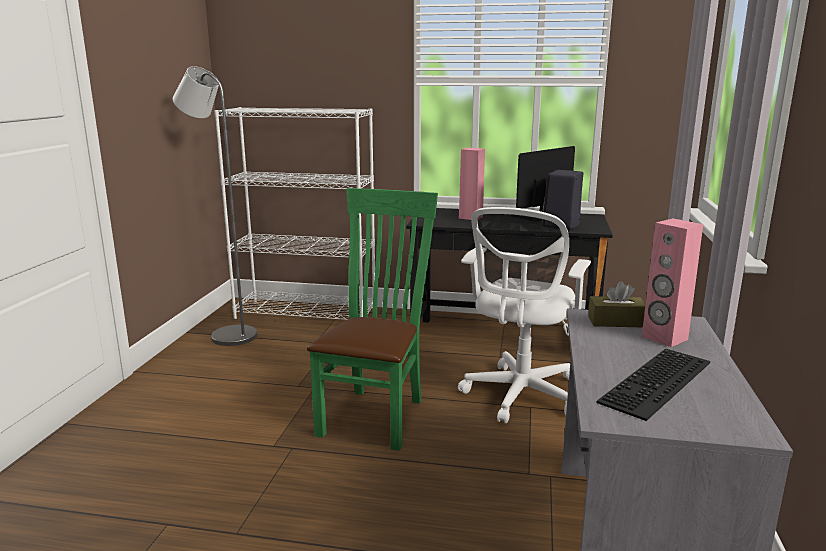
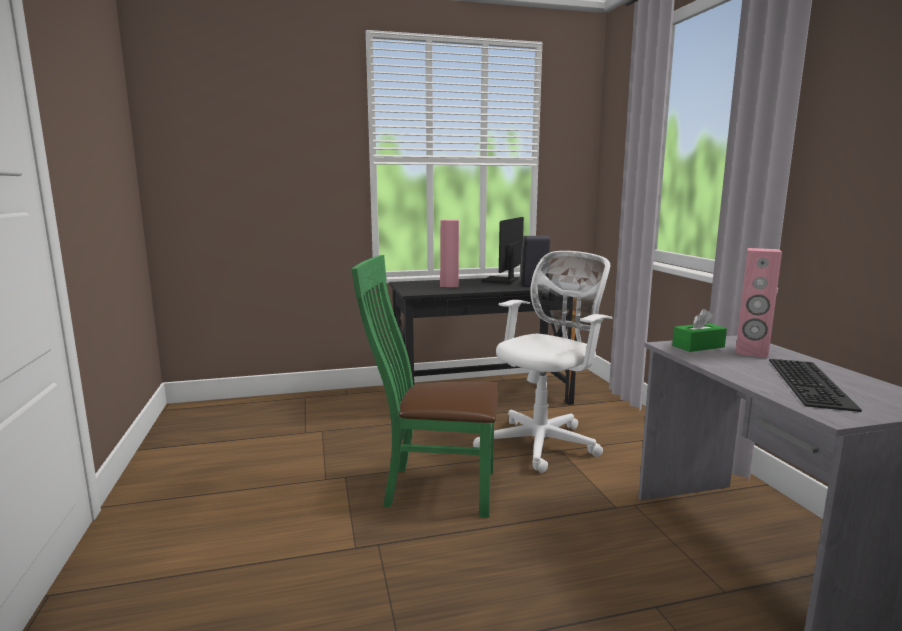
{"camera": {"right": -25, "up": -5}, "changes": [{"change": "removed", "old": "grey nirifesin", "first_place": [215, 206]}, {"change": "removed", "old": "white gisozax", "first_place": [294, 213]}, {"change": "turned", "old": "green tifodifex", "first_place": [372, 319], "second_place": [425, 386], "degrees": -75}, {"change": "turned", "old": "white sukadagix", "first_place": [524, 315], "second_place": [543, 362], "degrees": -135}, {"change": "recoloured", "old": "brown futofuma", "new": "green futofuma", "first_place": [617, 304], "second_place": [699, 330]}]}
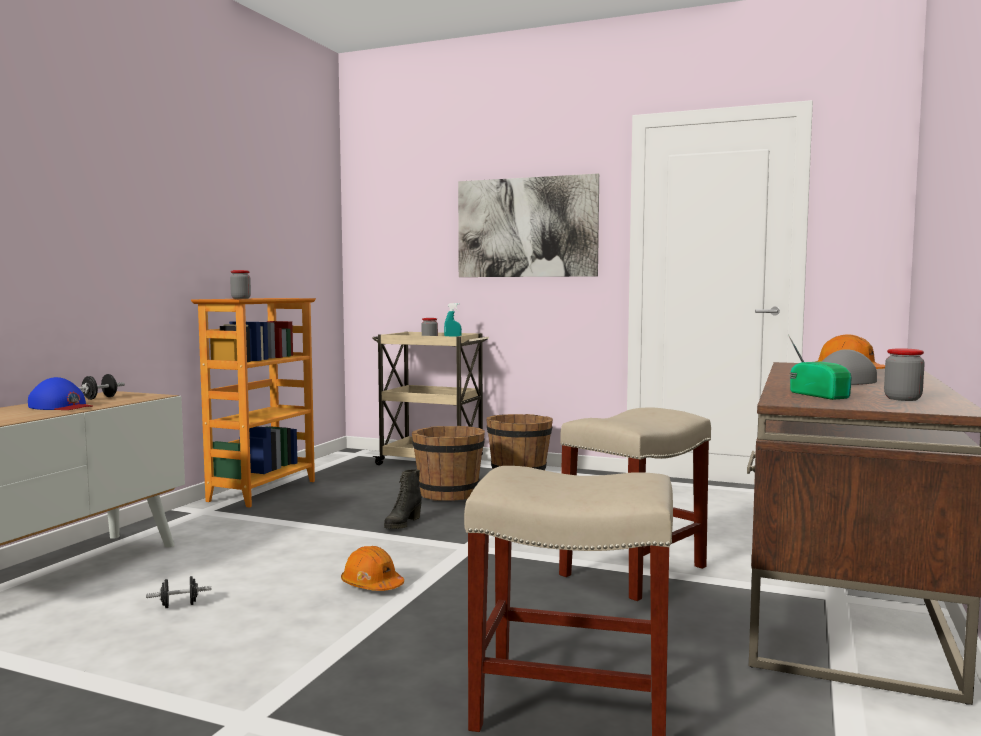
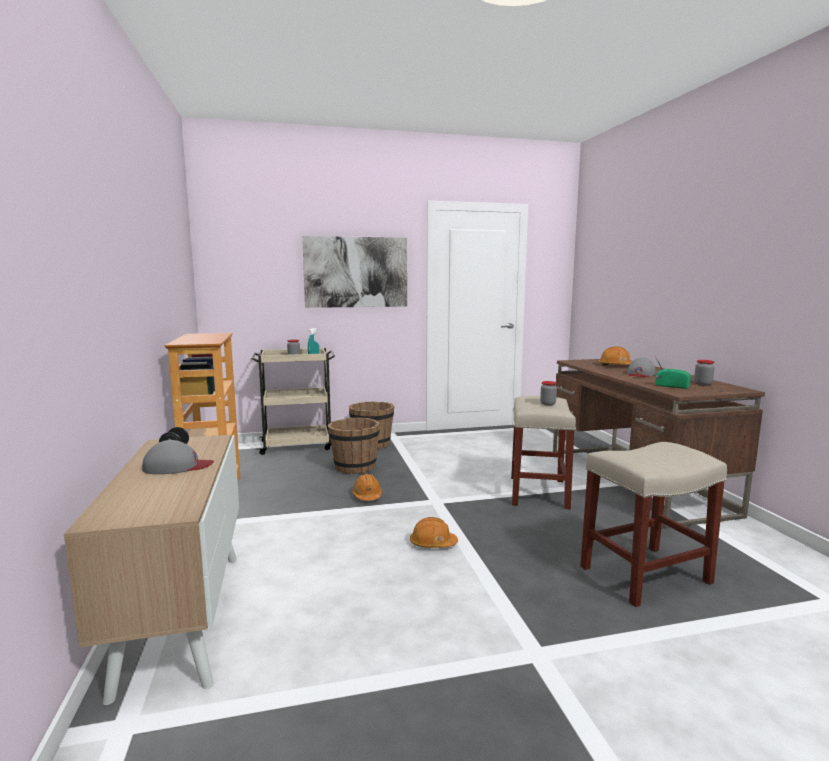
{"camera": {"right": -35, "up": 5}, "changes": [{"change": "recoloured", "old": "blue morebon", "new": "grey morebon", "first_place": [60, 393], "second_place": [178, 457]}, {"change": "removed", "old": "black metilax", "first_place": [178, 592]}, {"change": "moved", "old": "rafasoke", "first_place": [240, 284], "second_place": [548, 393]}, {"change": "replaced", "old": "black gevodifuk", "new": "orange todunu", "first_place": [403, 499], "second_place": [367, 487]}]}
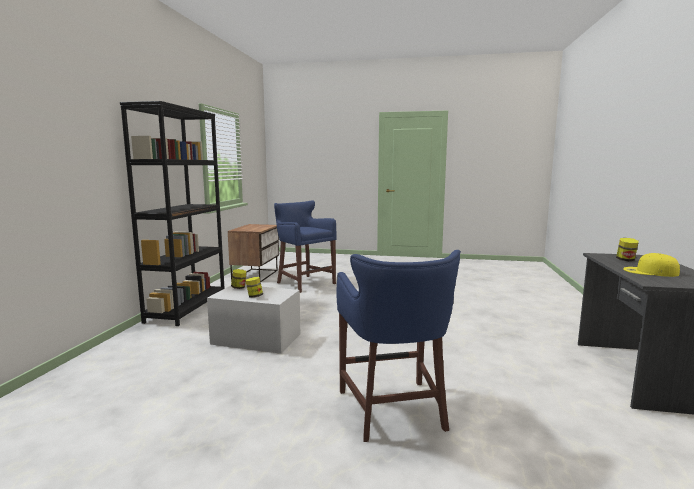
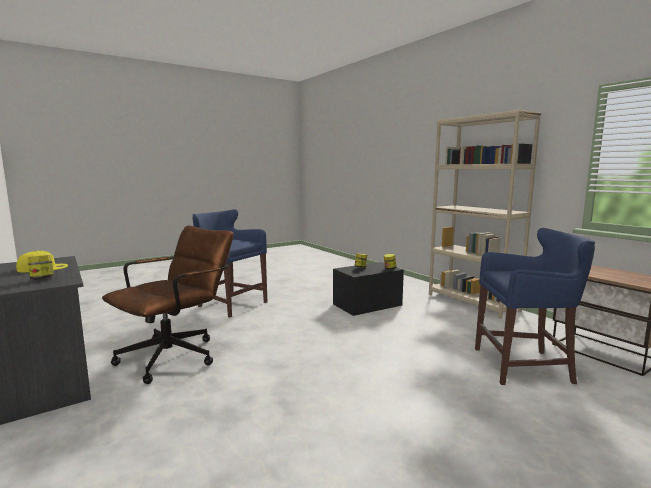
{"camera": {"right": 135, "up": 0}, "changes": [{"change": "recoloured", "old": "black gisozax", "new": "beige gisozax", "first_place": [172, 213], "second_place": [485, 214]}, {"change": "recoloured", "old": "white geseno", "new": "black geseno", "first_place": [253, 319], "second_place": [368, 289]}, {"change": "added", "new": "brown sukadagix", "second_place": [167, 305]}]}
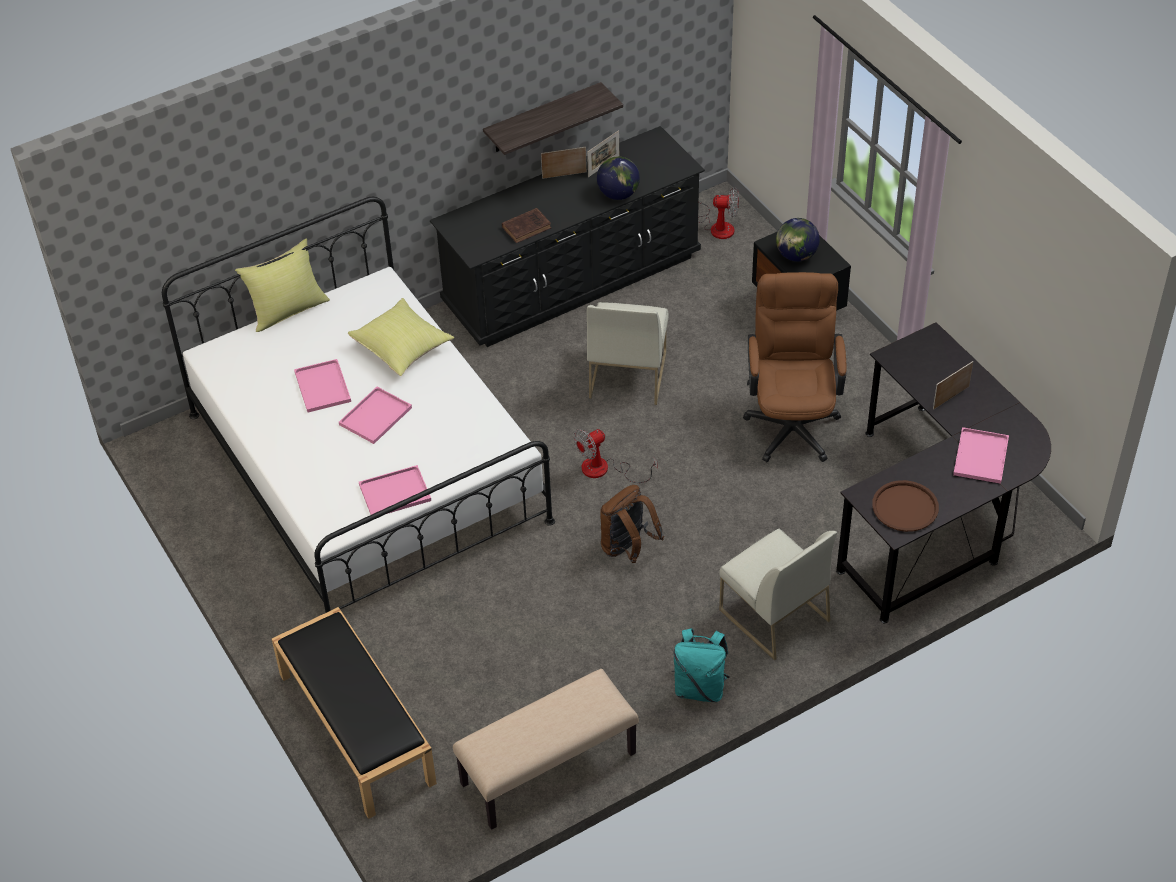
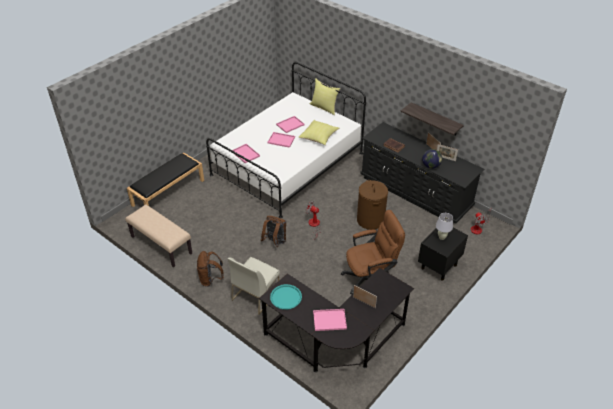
{"camera": {"right": 70, "up": -5}, "changes": [{"change": "replaced", "old": "white tifodifex", "new": "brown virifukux", "first_place": [628, 353], "second_place": [372, 205]}, {"change": "recoloured", "old": "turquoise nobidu", "new": "brown nobidu", "first_place": [701, 665], "second_place": [210, 269]}, {"change": "replaced", "old": "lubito", "new": "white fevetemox", "first_place": [798, 240], "second_place": [444, 226]}, {"change": "recoloured", "old": "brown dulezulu", "new": "turquoise dulezulu", "first_place": [905, 506], "second_place": [286, 297]}]}
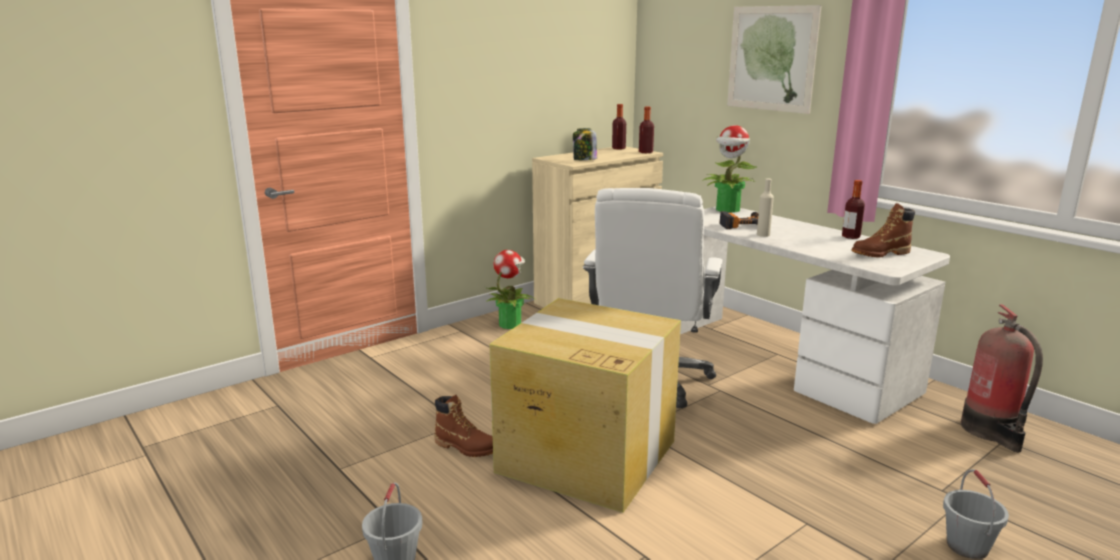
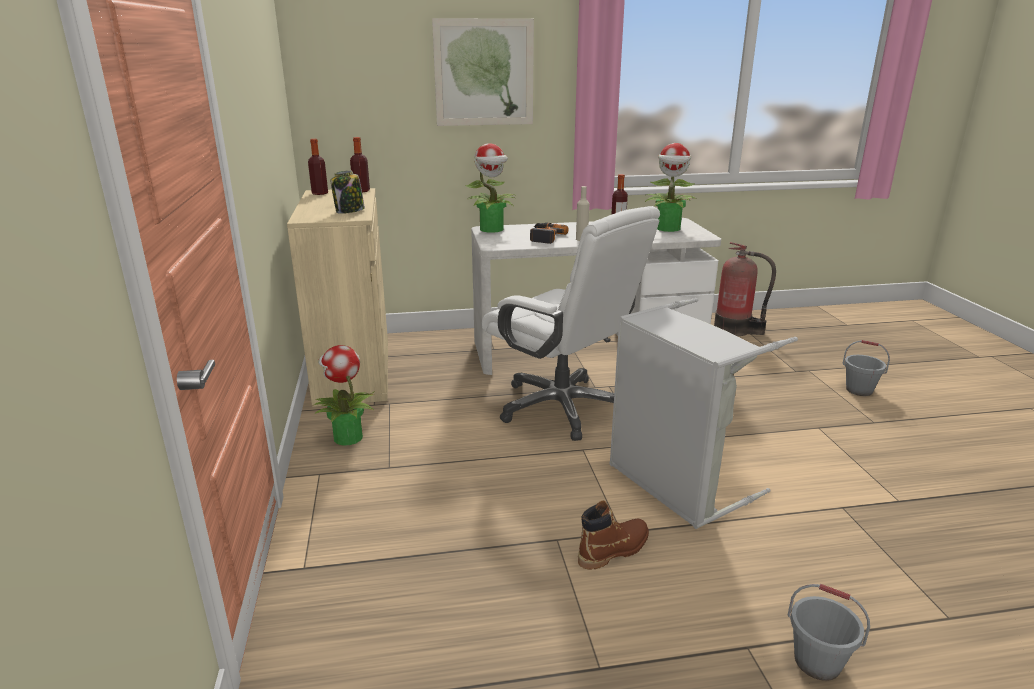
{"camera": {"right": -60, "up": 5}, "changes": [{"change": "replaced", "old": "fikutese", "new": "grey virifukux", "first_place": [585, 405], "second_place": [703, 413]}, {"change": "replaced", "old": "brown gevodifuk", "new": "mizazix", "first_place": [883, 230], "second_place": [670, 187]}]}
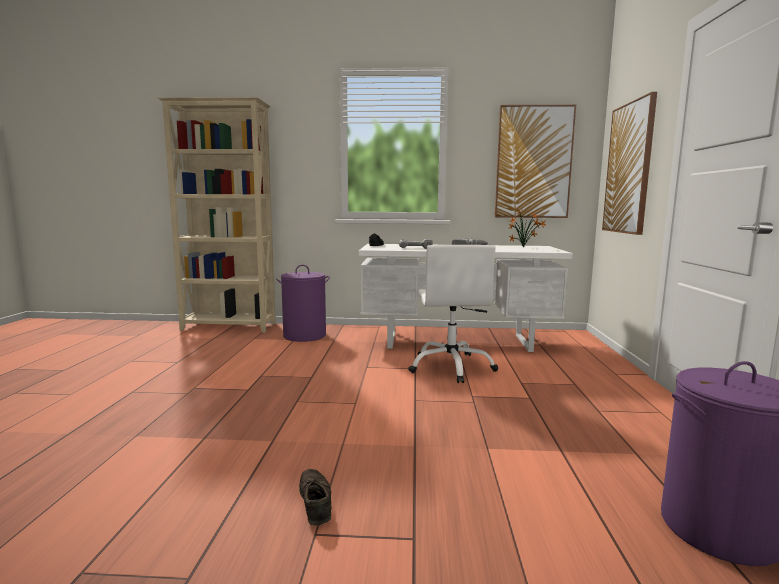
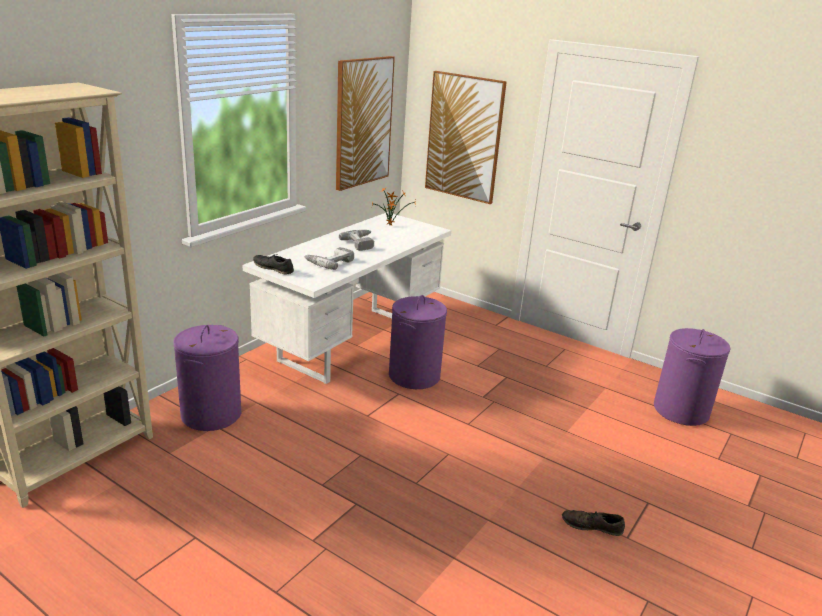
{"camera": {"right": -60, "up": 15}, "changes": [{"change": "replaced", "old": "white sukadagix", "new": "purple virifukux", "first_place": [453, 314], "second_place": [418, 342]}]}
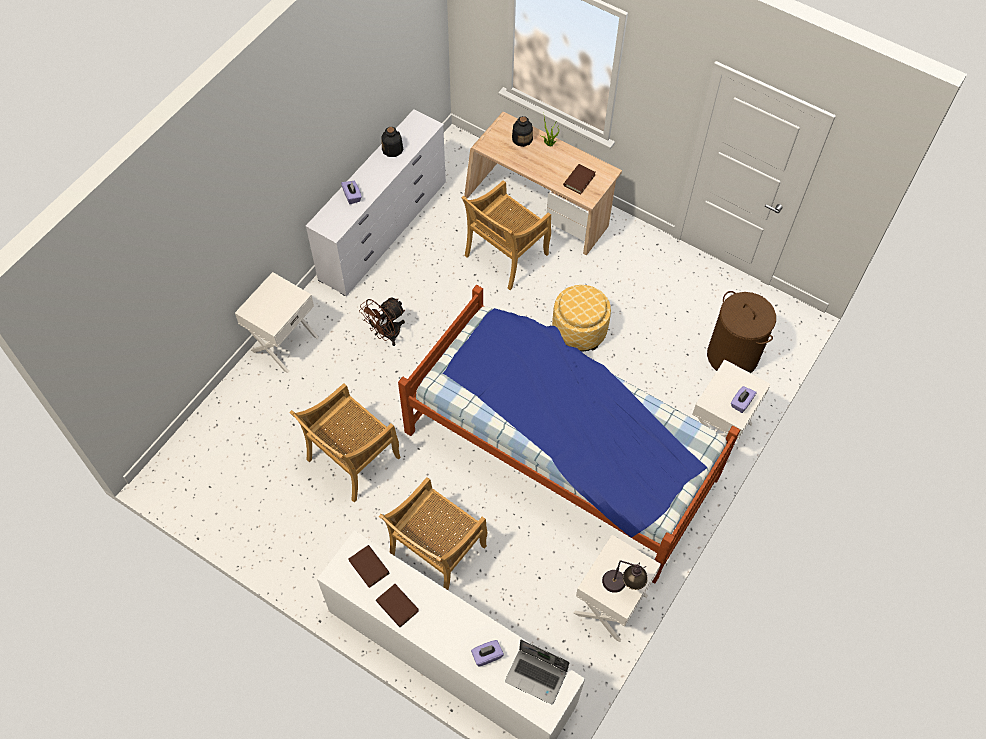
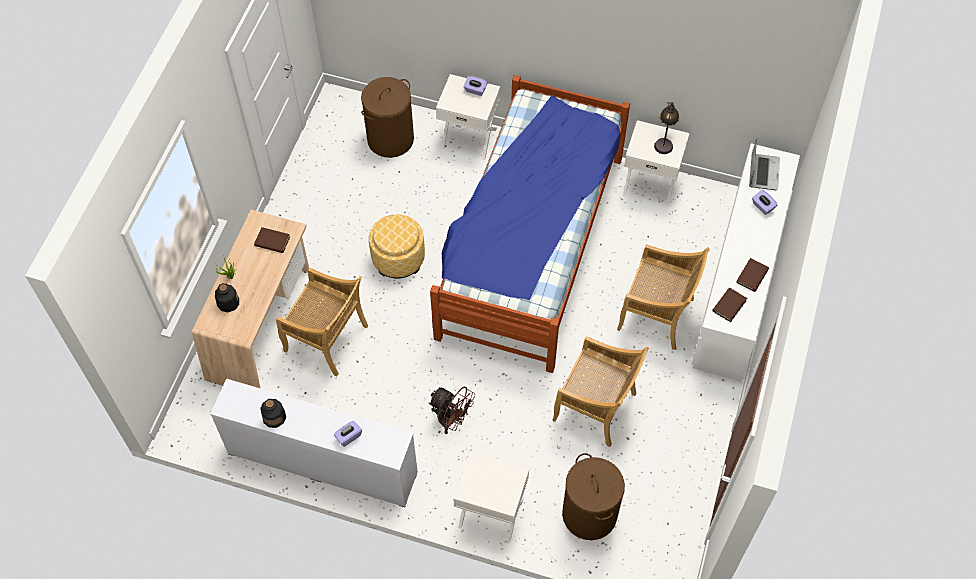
{"camera": {"right": -105, "up": 0}, "changes": [{"change": "added", "new": "brown virifukux", "second_place": [593, 496]}]}
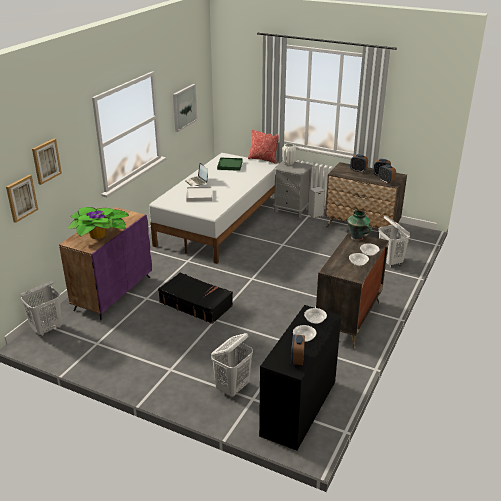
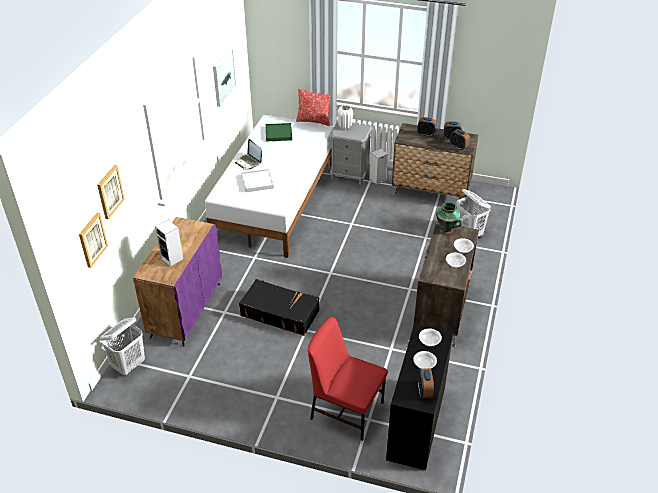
{"camera": {"right": -10, "up": 10}, "changes": [{"change": "replaced", "old": "mizazix", "new": "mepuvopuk", "first_place": [98, 223], "second_place": [169, 243]}, {"change": "replaced", "old": "white virifukux", "new": "red tifodifex", "first_place": [232, 365], "second_place": [347, 379]}]}
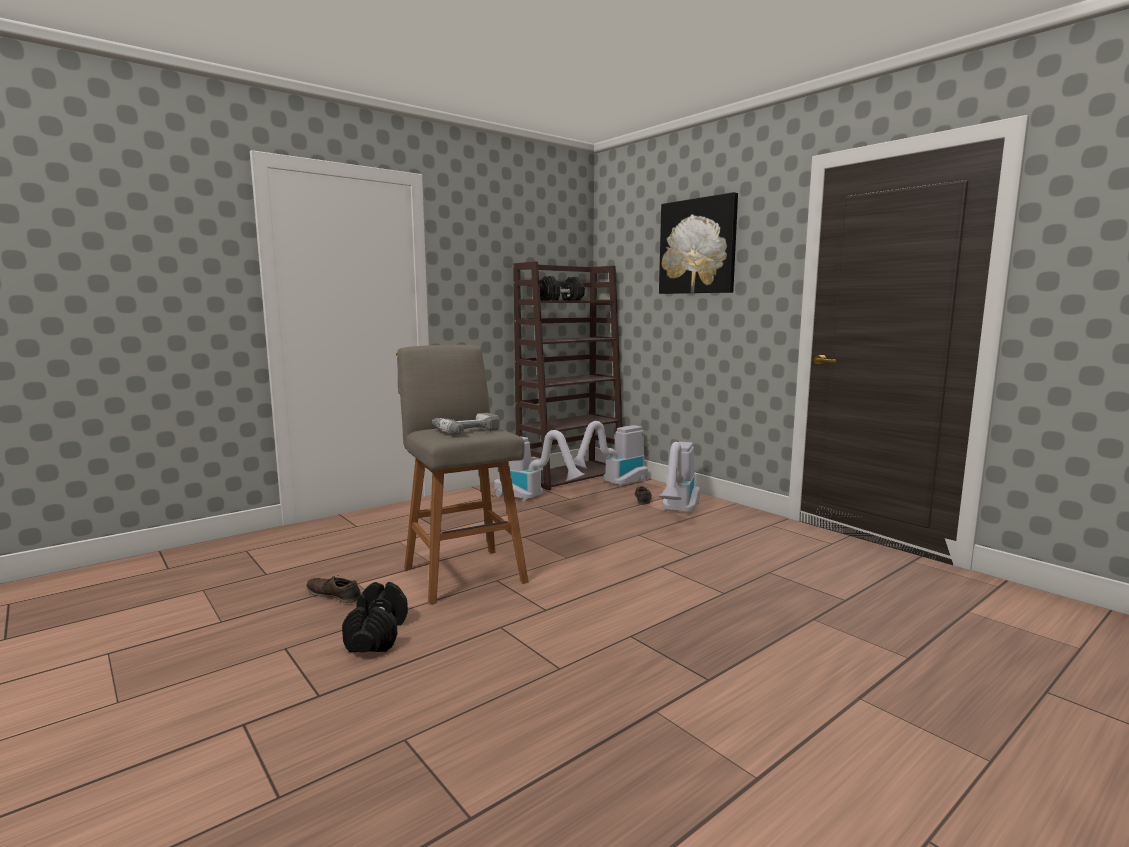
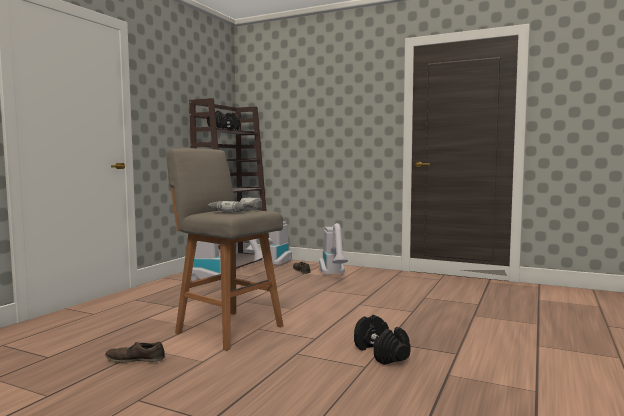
{"camera": {"right": -25, "up": -5}, "changes": [{"change": "moved", "old": "black metilax", "first_place": [375, 617], "second_place": [382, 340]}, {"change": "removed", "old": "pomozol", "first_place": [698, 243]}]}
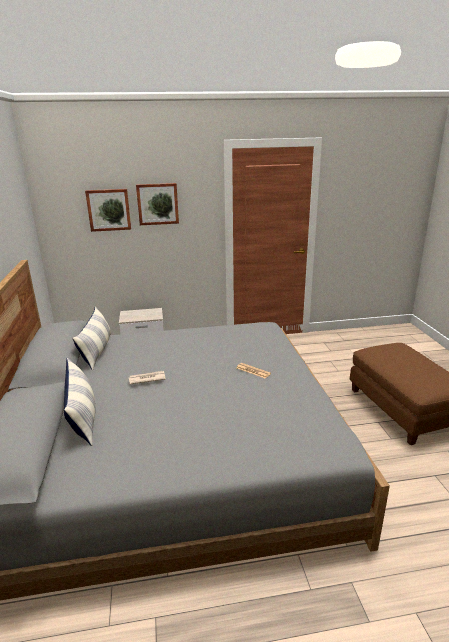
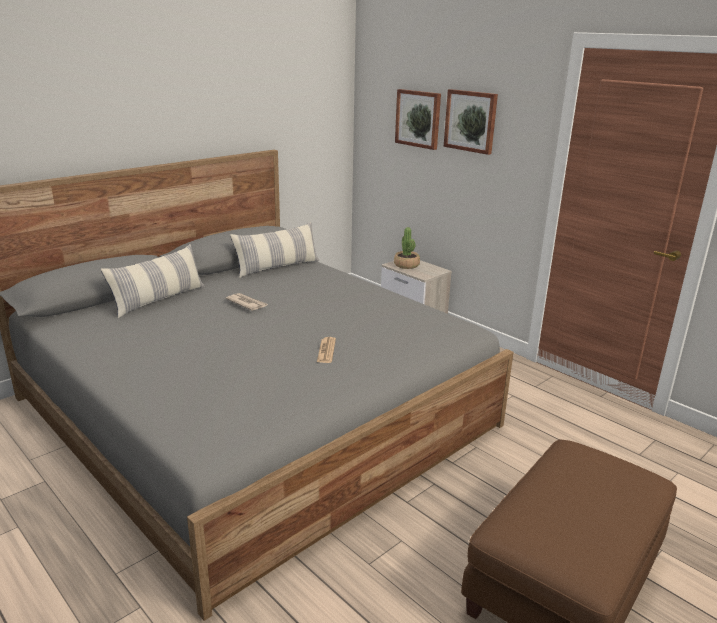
{"camera": {"right": 55, "up": 0}, "changes": [{"change": "added", "new": "mizazix", "second_place": [407, 248]}]}
